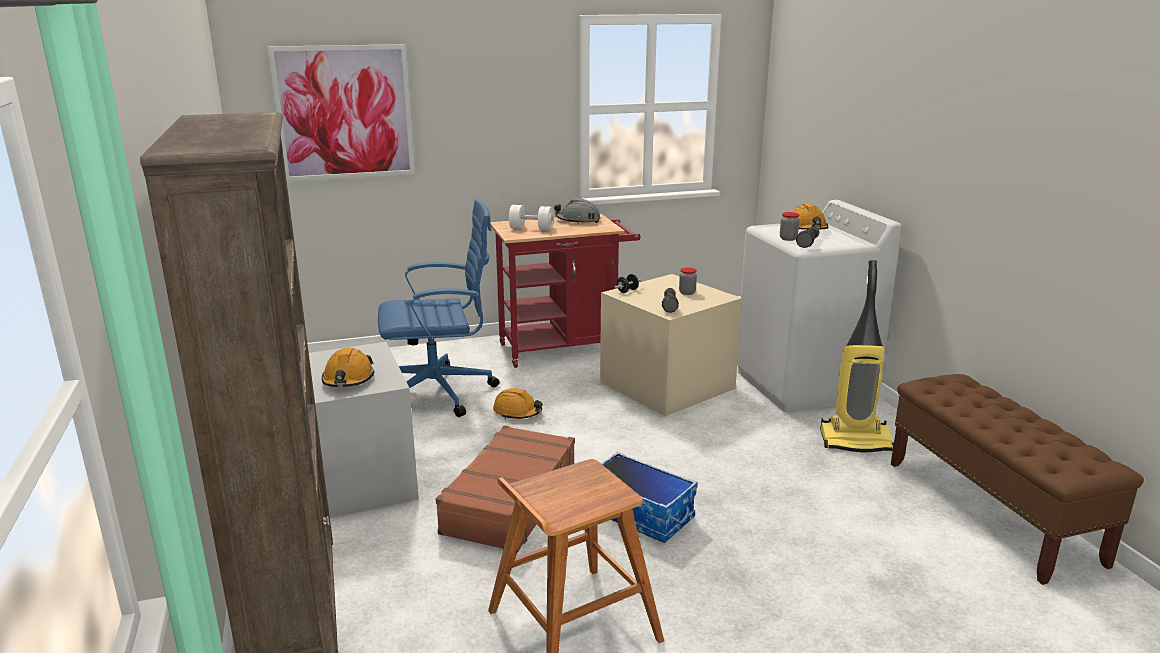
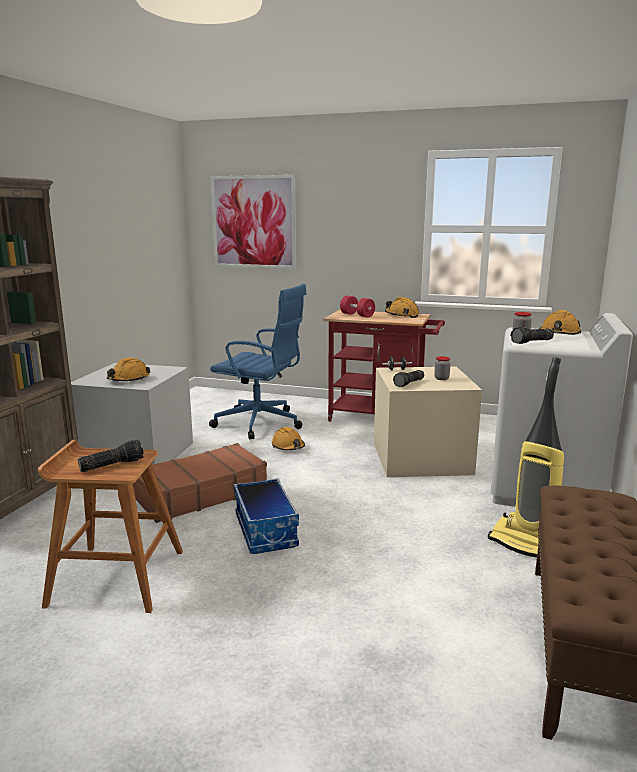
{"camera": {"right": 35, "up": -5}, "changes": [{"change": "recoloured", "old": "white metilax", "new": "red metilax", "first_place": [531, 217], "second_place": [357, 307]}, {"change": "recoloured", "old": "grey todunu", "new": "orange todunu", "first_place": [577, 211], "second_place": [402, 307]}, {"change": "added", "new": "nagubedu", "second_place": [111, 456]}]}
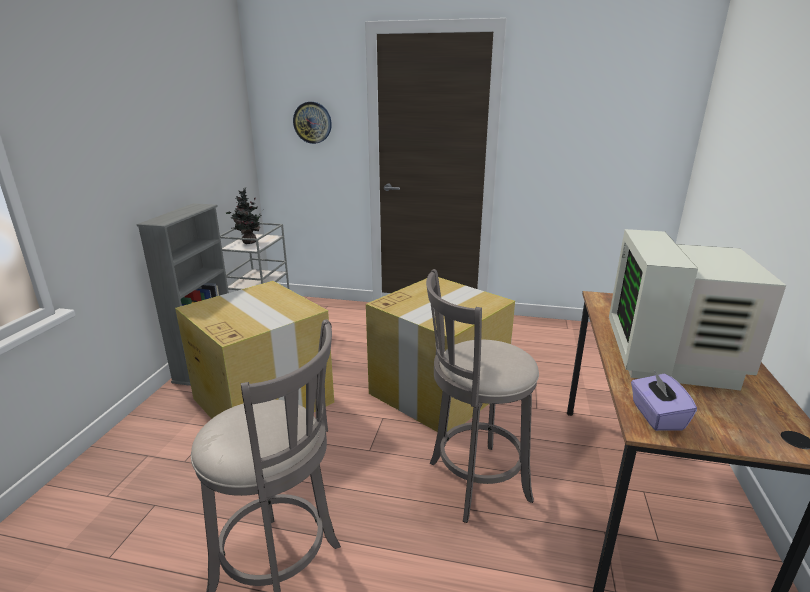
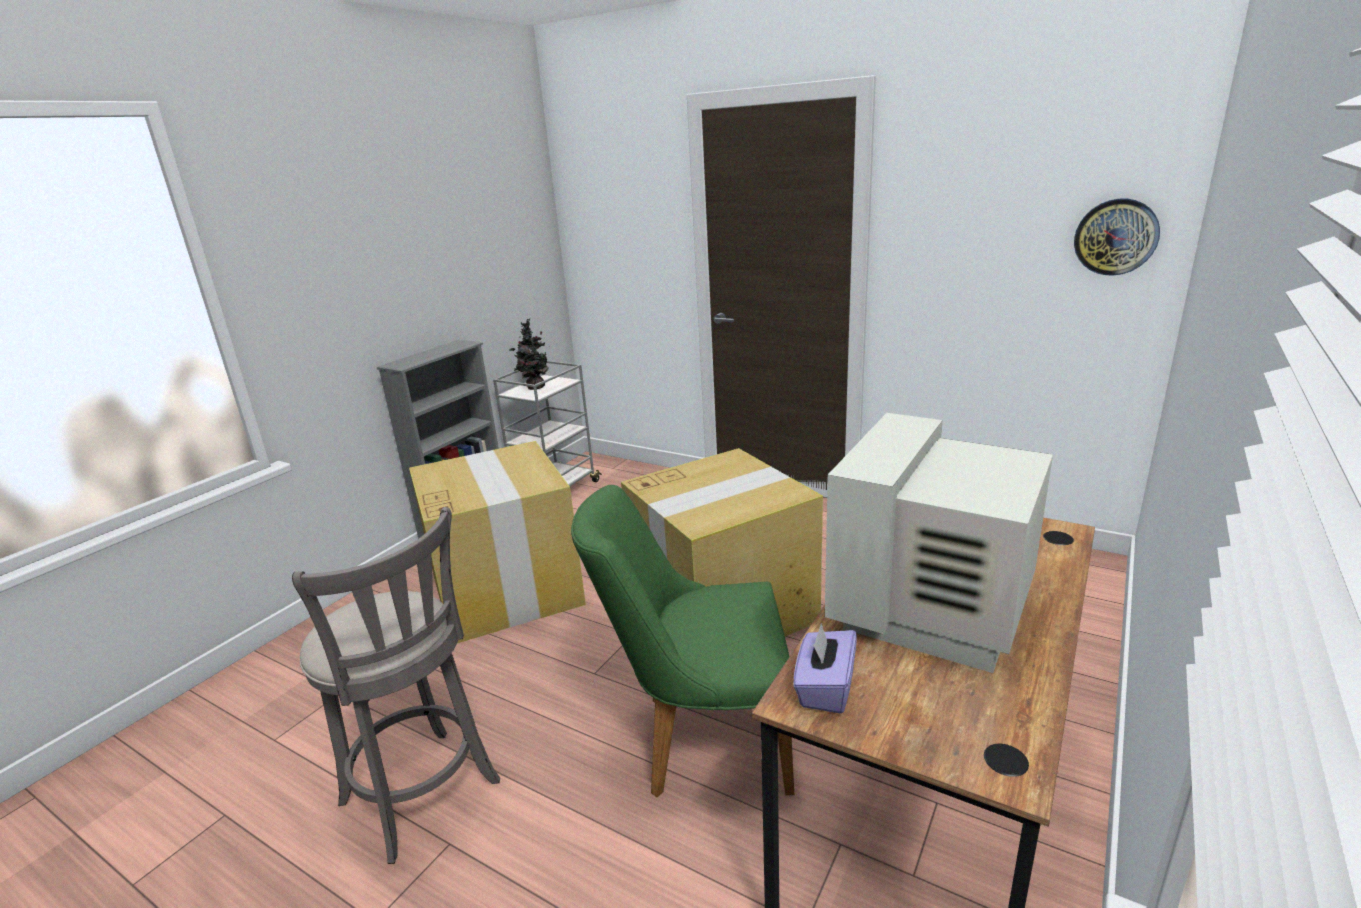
{"camera": {"right": 20, "up": 0}, "changes": [{"change": "moved", "old": "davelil", "first_place": [312, 123], "second_place": [1117, 237]}, {"change": "replaced", "old": "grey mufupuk", "new": "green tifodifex", "first_place": [482, 396], "second_place": [682, 641]}]}
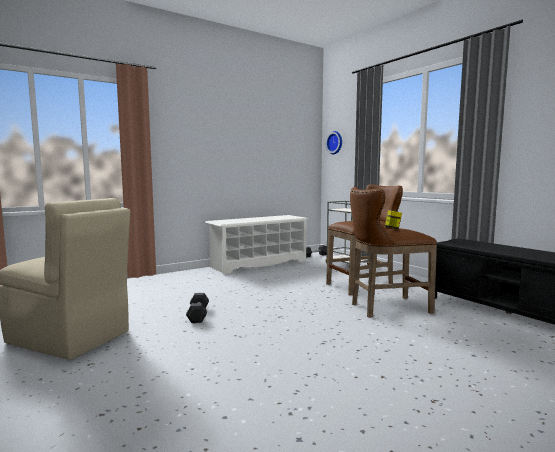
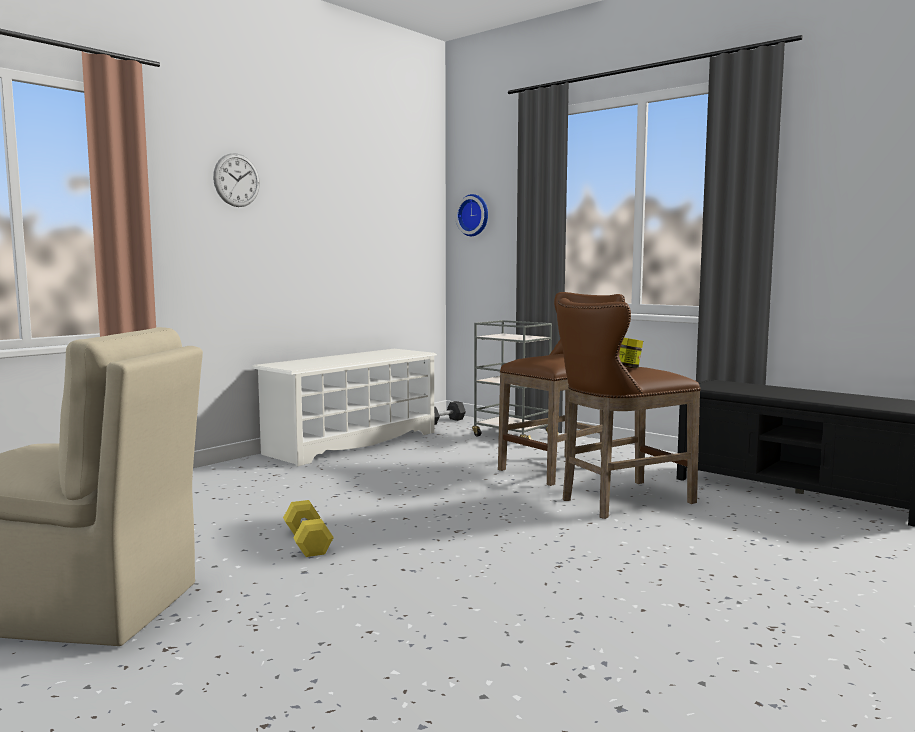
{"camera": {"right": -15, "up": 0}, "changes": [{"change": "recoloured", "old": "grey metilax", "new": "yellow metilax", "first_place": [197, 308], "second_place": [308, 528]}, {"change": "added", "new": "davelil", "second_place": [236, 180]}]}
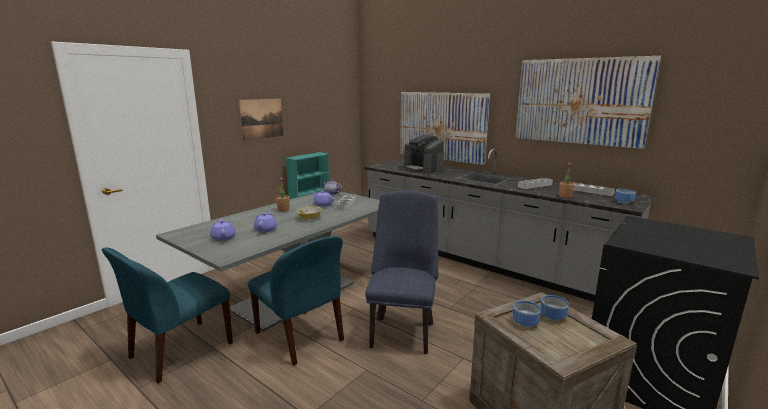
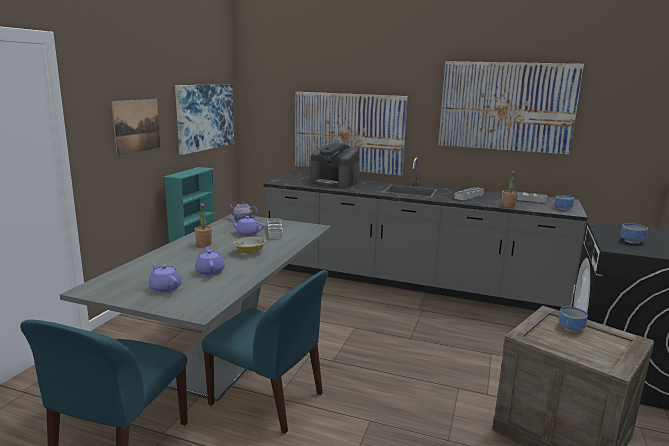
{"camera": {"right": -20, "up": 0}, "changes": [{"change": "removed", "old": "blue tifodifex", "first_place": [401, 272]}, {"change": "moved", "old": "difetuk", "first_place": [526, 313], "second_place": [634, 233]}, {"change": "added", "new": "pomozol", "second_place": [204, 119]}]}
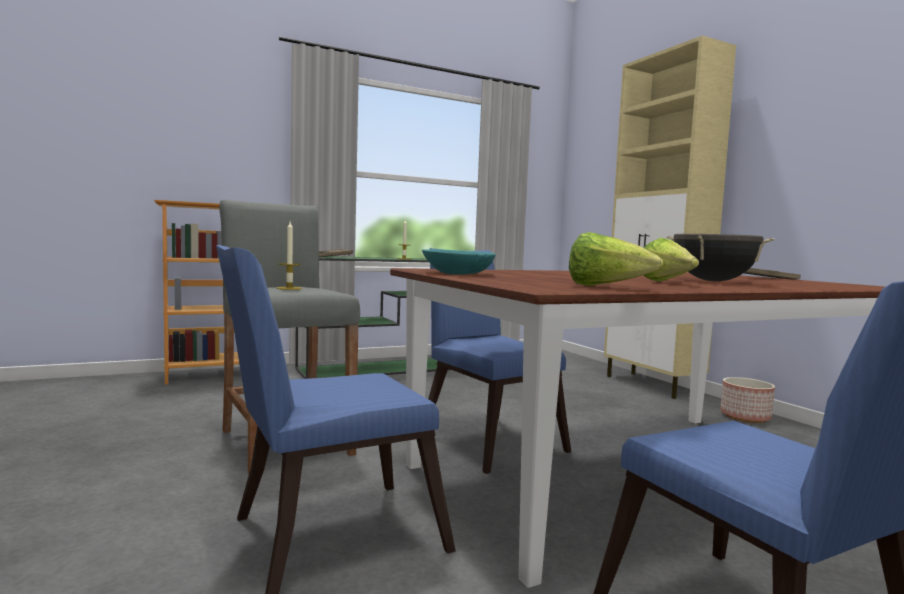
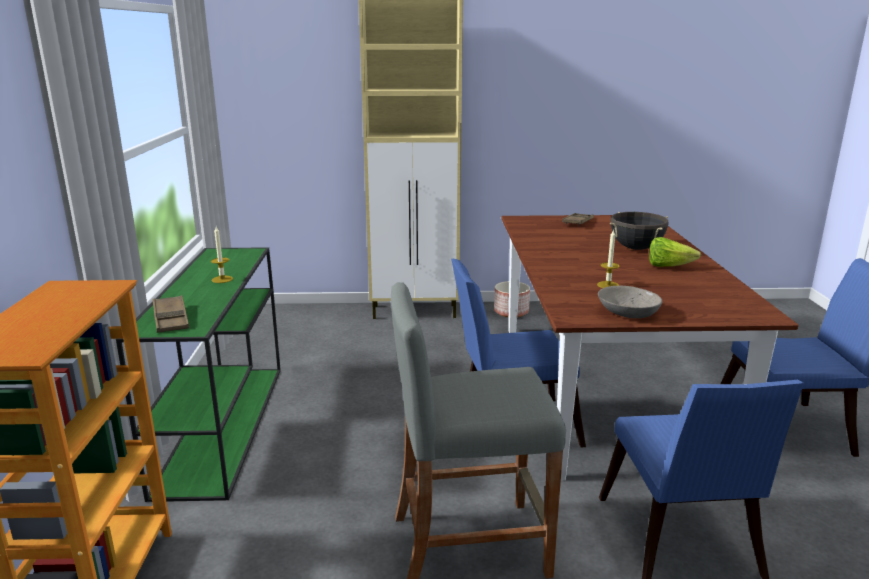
{"camera": {"right": -65, "up": 15}, "changes": [{"change": "moved", "old": "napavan", "first_place": [289, 256], "second_place": [608, 258]}, {"change": "recoloured", "old": "turquoise difetuk", "new": "grey difetuk", "first_place": [459, 262], "second_place": [630, 302]}, {"change": "removed", "old": "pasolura", "first_place": [616, 259]}]}
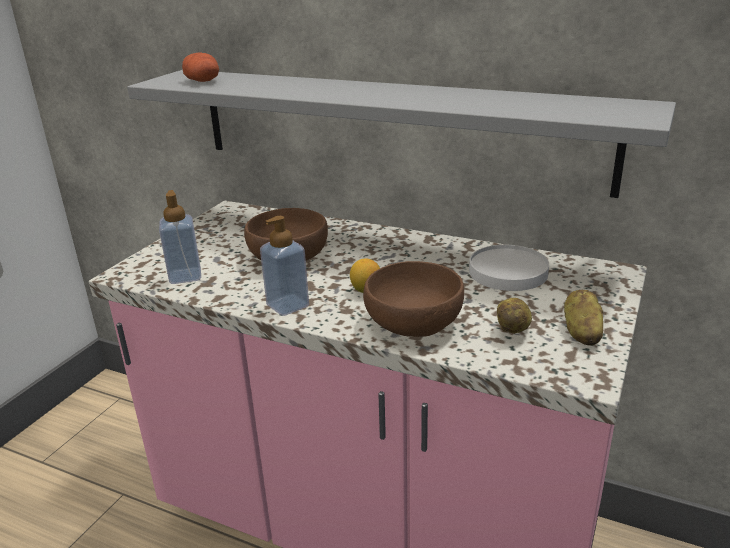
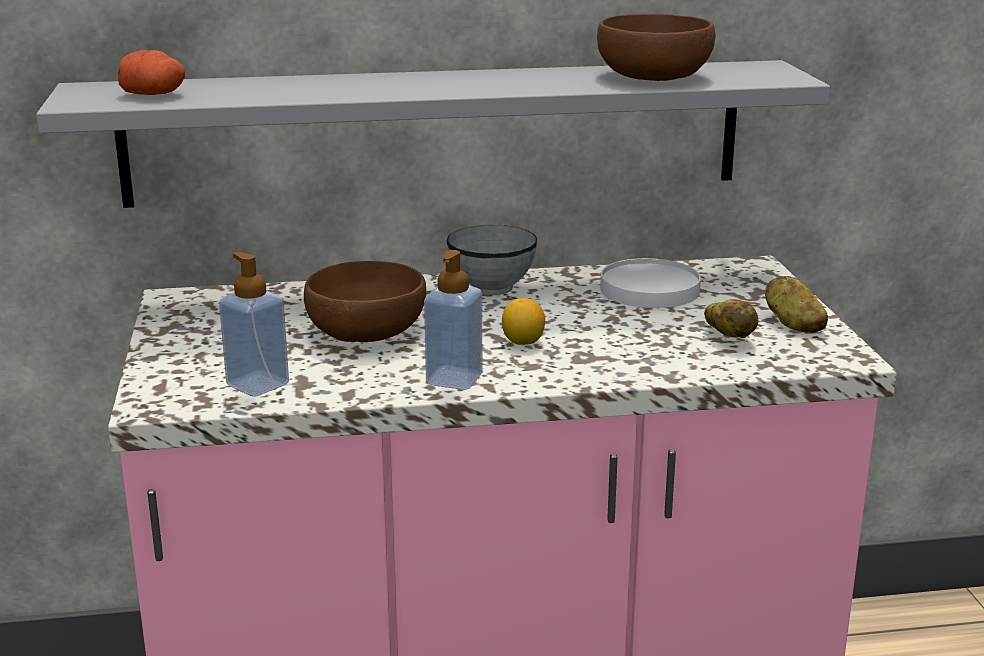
{"camera": {"right": -35, "up": -5}, "changes": [{"change": "moved", "old": "brown difetuk", "first_place": [413, 299], "second_place": [656, 47]}, {"change": "added", "new": "grey difetuk", "second_place": [492, 260]}]}
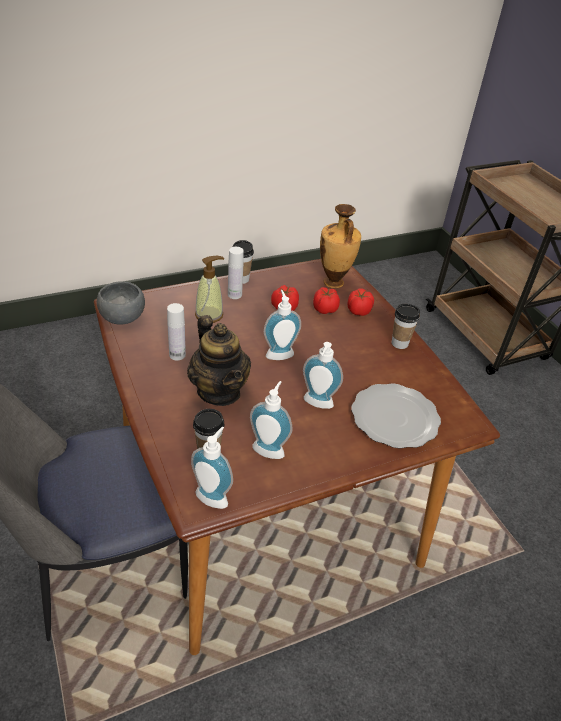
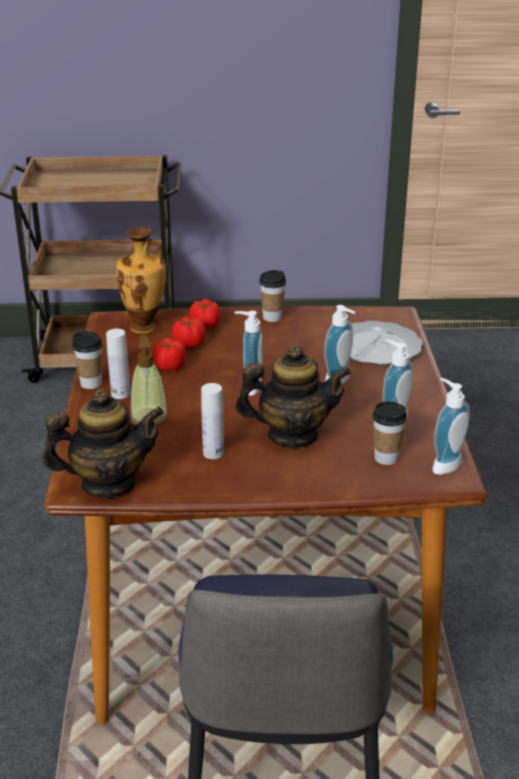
{"camera": {"right": -65, "up": -10}, "changes": [{"change": "replaced", "old": "grey difetuk", "new": "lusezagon", "first_place": [121, 303], "second_place": [103, 444]}]}
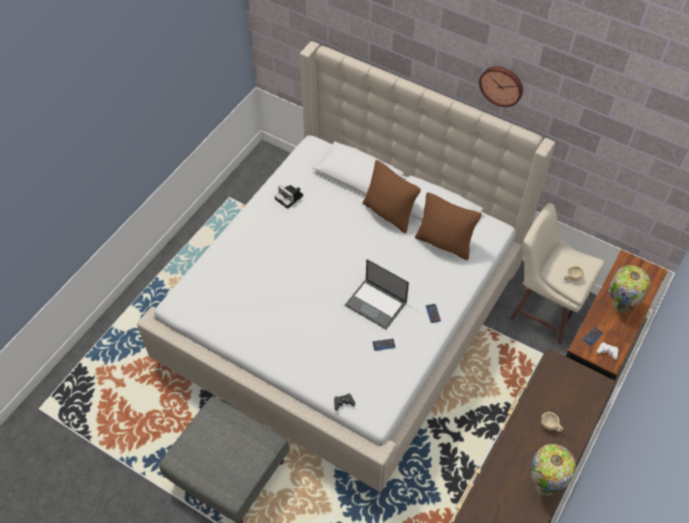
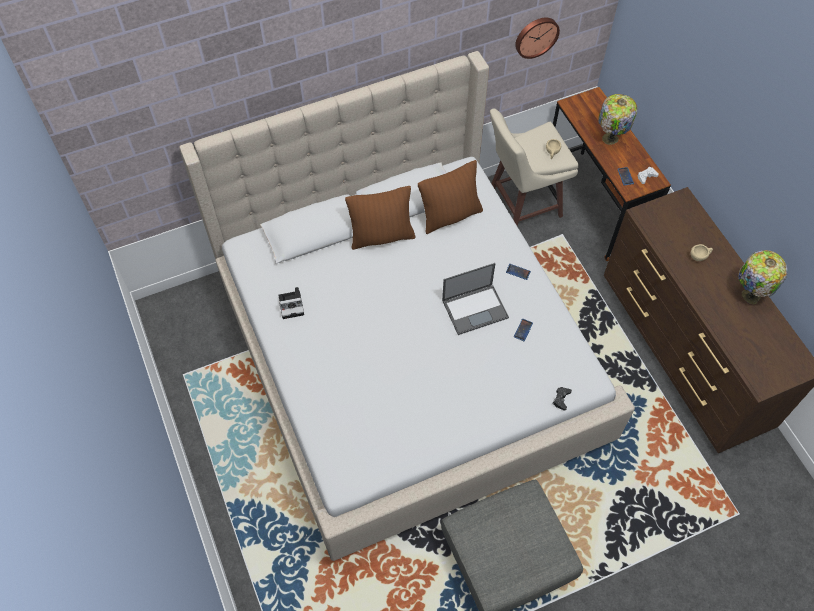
{"camera": {"right": -55, "up": 5}, "changes": [{"change": "moved", "old": "davelil", "first_place": [501, 86], "second_place": [537, 38]}]}
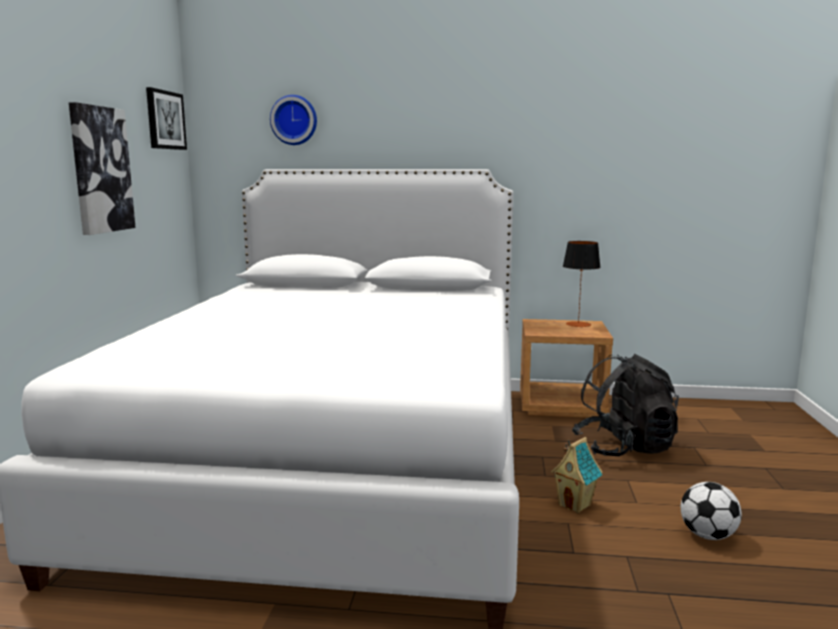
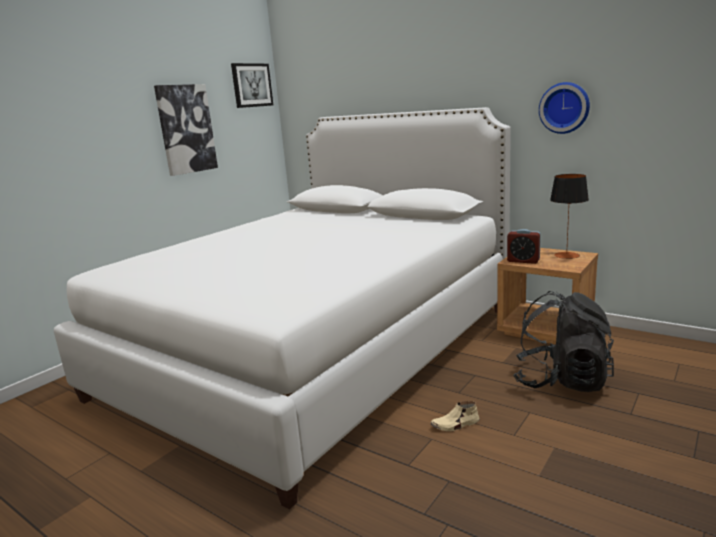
{"camera": {"right": 30, "up": 5}, "changes": [{"change": "moved", "old": "davelil", "first_place": [293, 120], "second_place": [564, 108]}, {"change": "replaced", "old": "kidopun", "new": "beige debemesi", "first_place": [577, 475], "second_place": [454, 416]}, {"change": "removed", "old": "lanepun", "first_place": [711, 511]}, {"change": "added", "new": "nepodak", "second_place": [524, 246]}]}
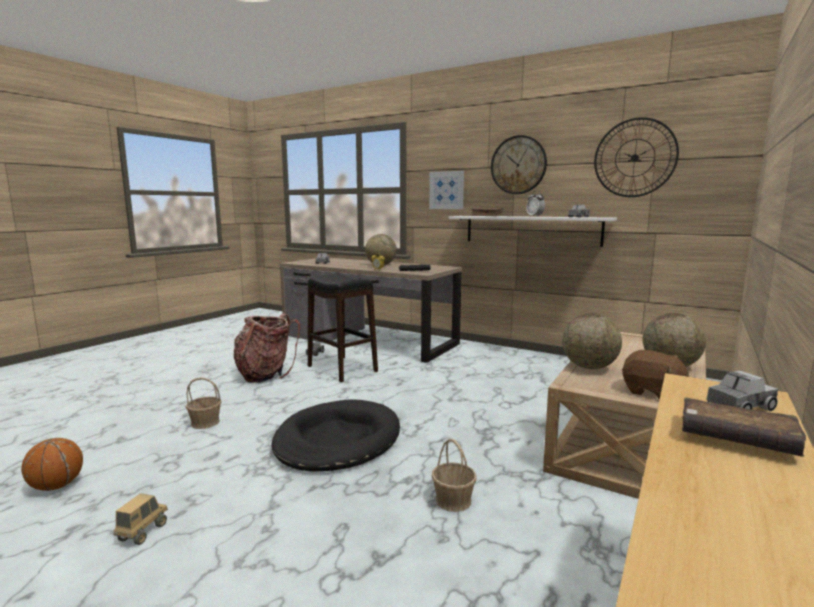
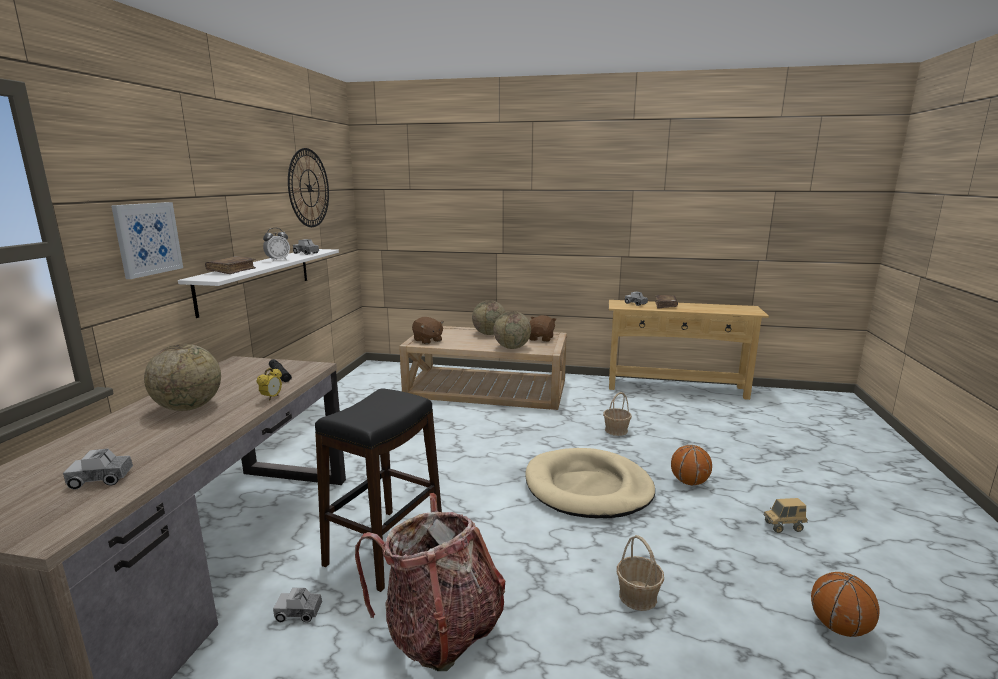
{"camera": {"right": -110, "up": 5}, "changes": [{"change": "recoloured", "old": "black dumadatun", "new": "beige dumadatun", "first_place": [335, 435], "second_place": [590, 483]}, {"change": "removed", "old": "davelil", "first_place": [519, 164]}, {"change": "added", "new": "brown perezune", "second_place": [428, 330]}, {"change": "added", "new": "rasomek", "second_place": [691, 465]}]}
